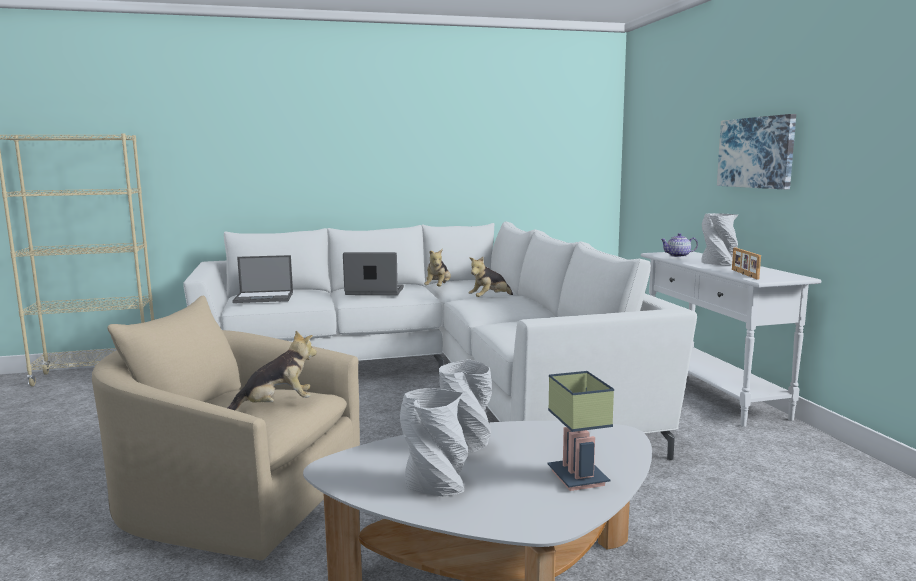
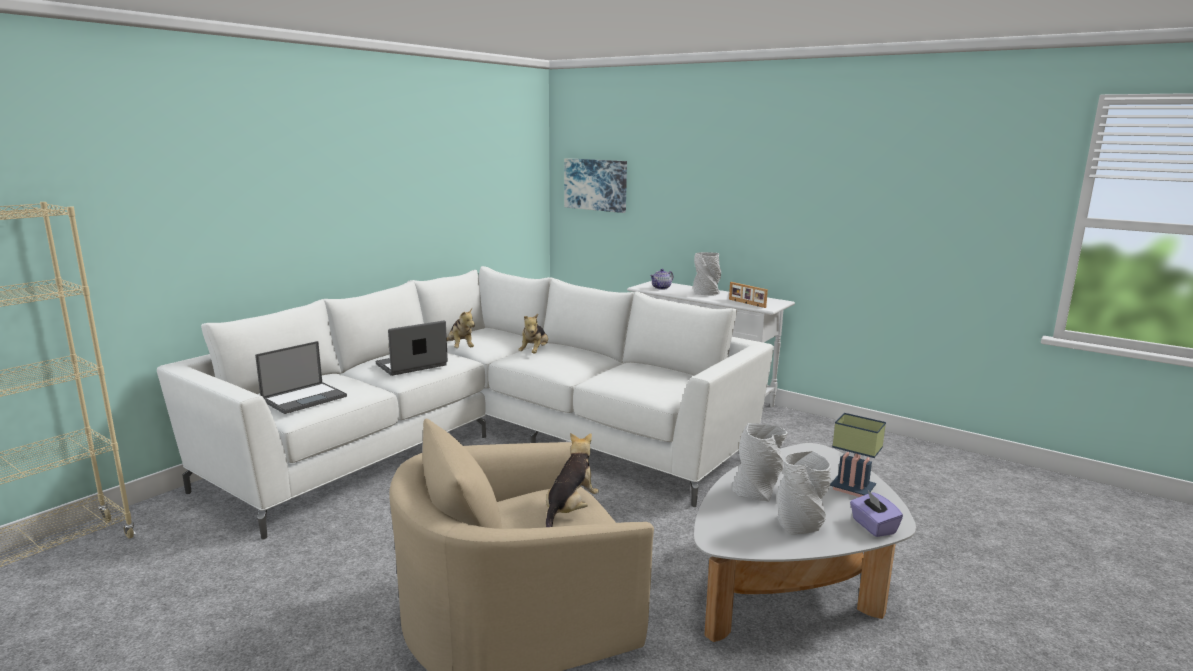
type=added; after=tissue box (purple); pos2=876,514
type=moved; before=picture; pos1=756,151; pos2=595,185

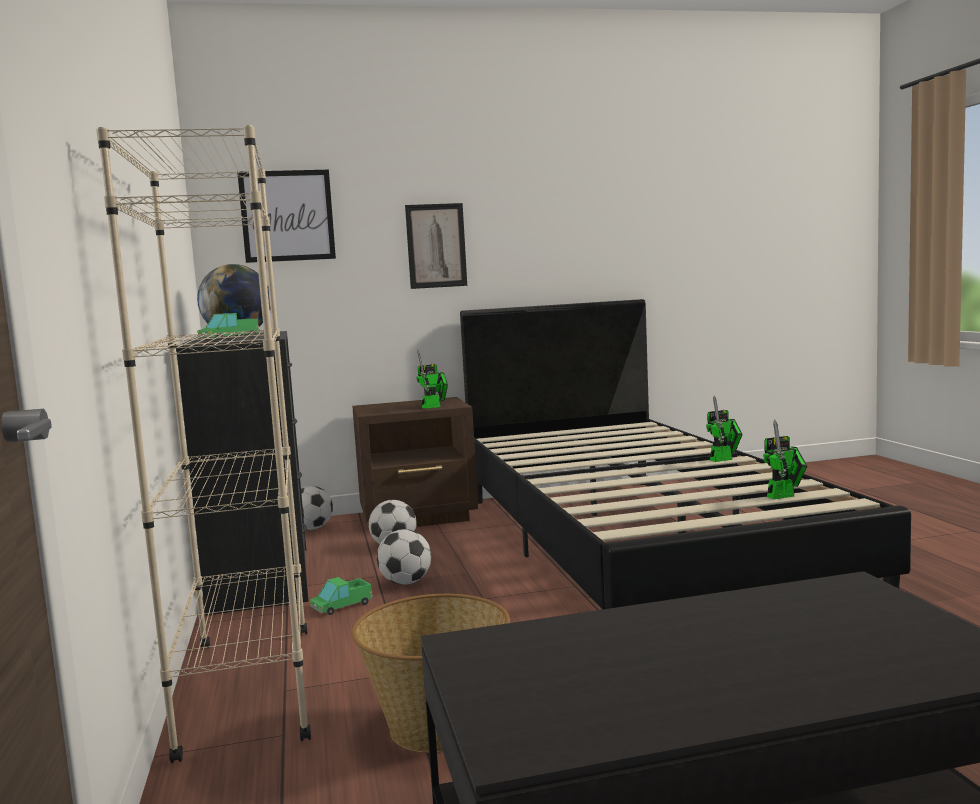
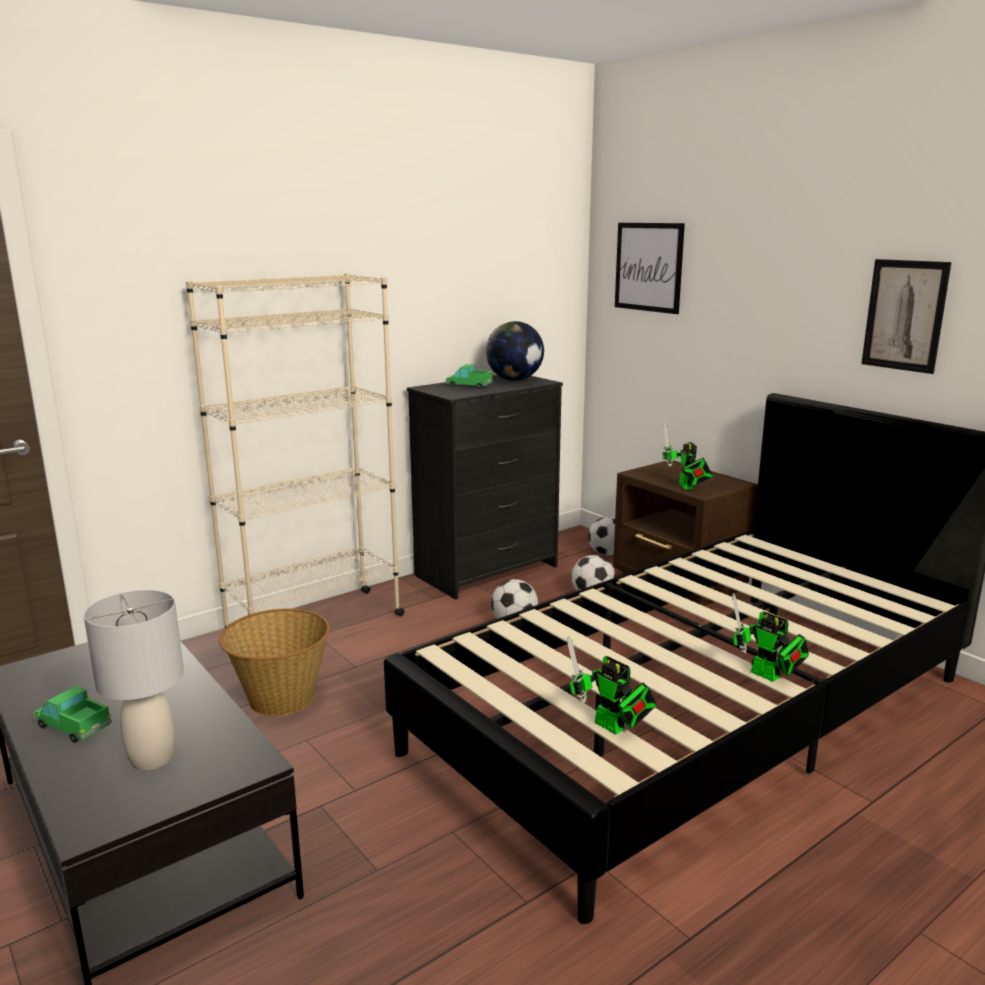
type=added; after=table lamp (grey); pos2=134,680
type=moved; before=toy truck; pos1=341,596; pos2=72,714
type=moved; before=picture; pos1=436,246; pos2=906,316
type=turned; before=toy robot; pos1=432,379; pos2=687,455; turn=45

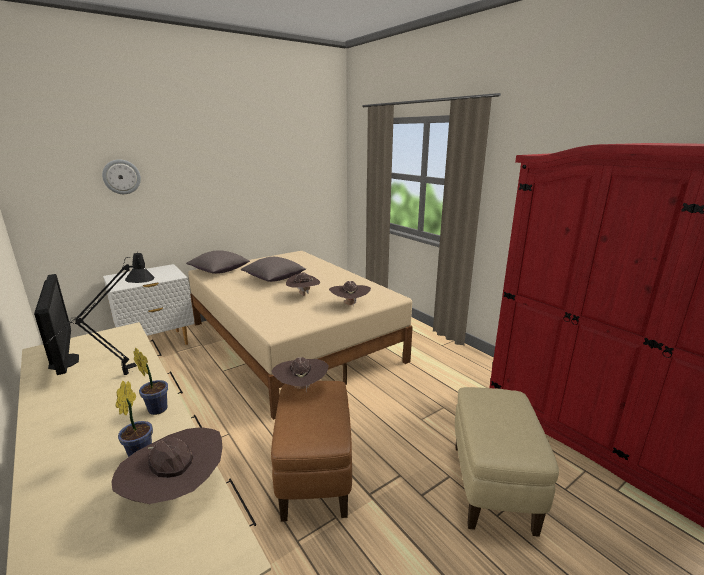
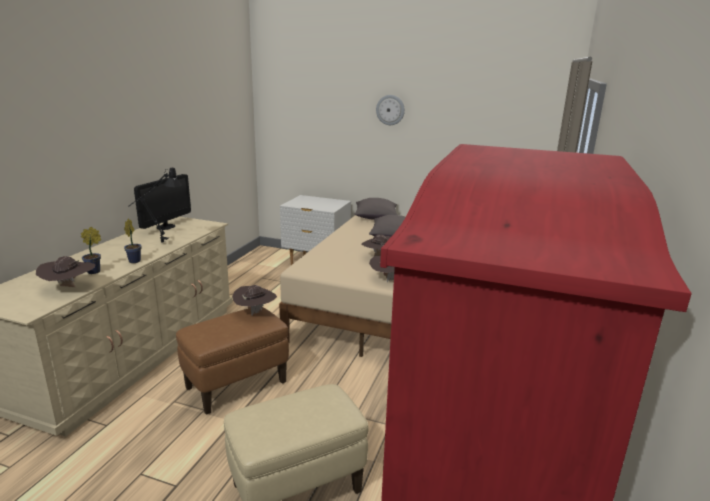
type=moved; before=wall clock; pos1=121,176; pos2=390,110

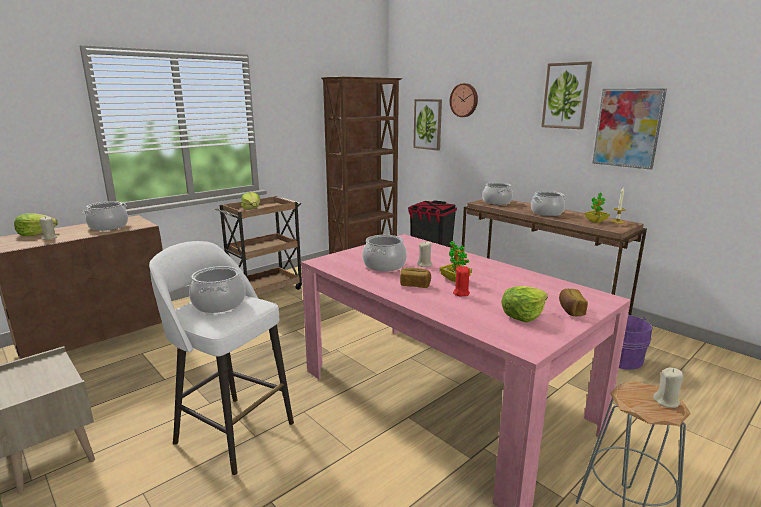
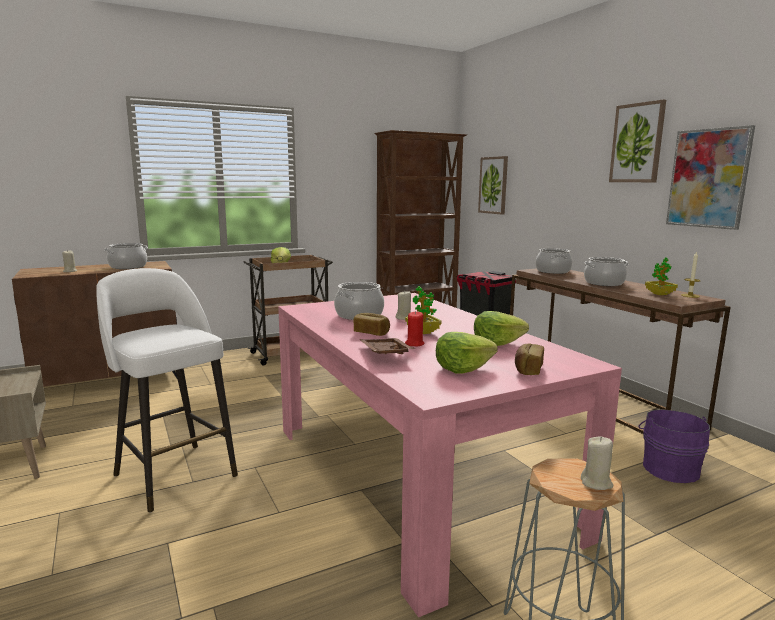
type=removed; before=cooking pot; pos1=217,289
type=removed; before=wall clock; pos1=464,100
type=added; after=tray (brown); pos2=387,346
type=moved; before=lettuce; pos1=36,224; pos2=501,328

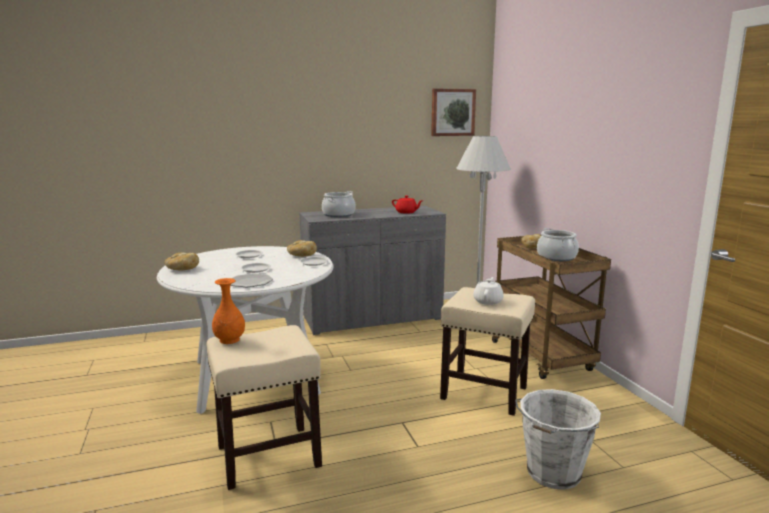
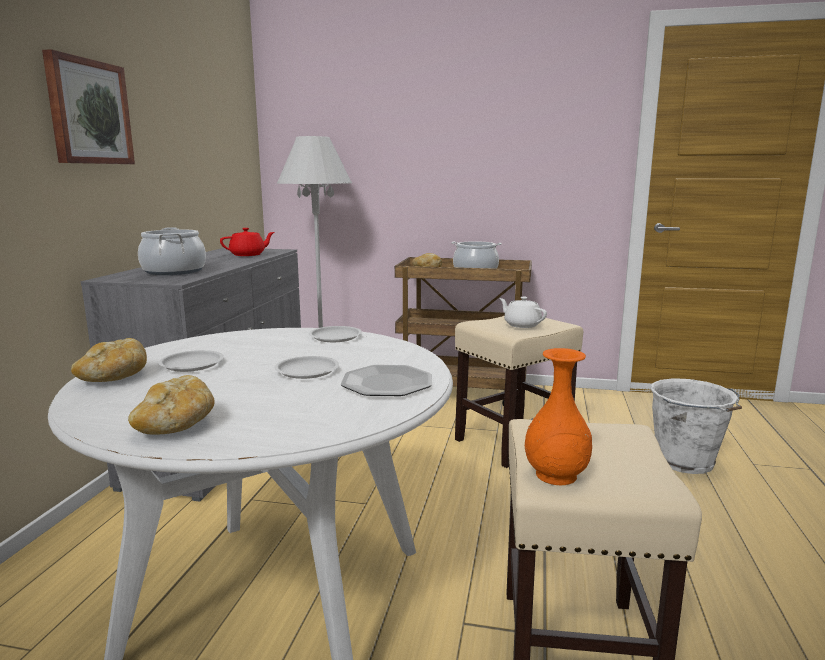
type=moved; before=bread; pos1=302,248; pos2=109,360
type=moved; before=picture; pos1=453,112; pos2=88,106

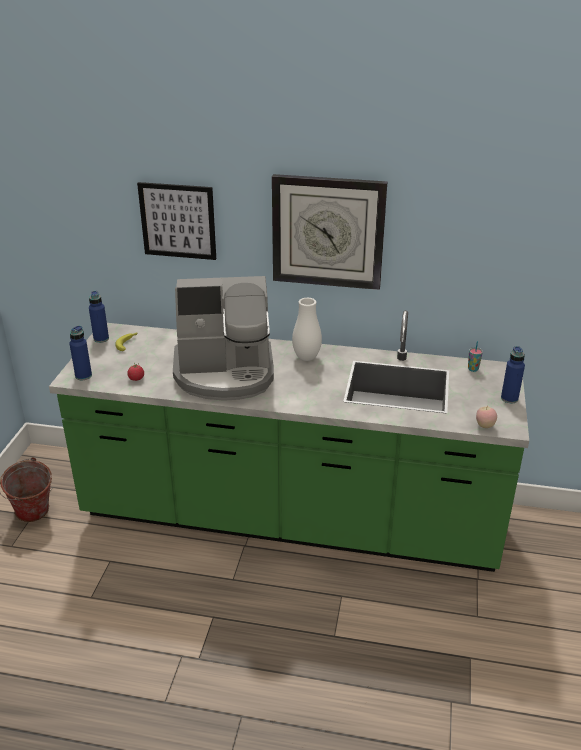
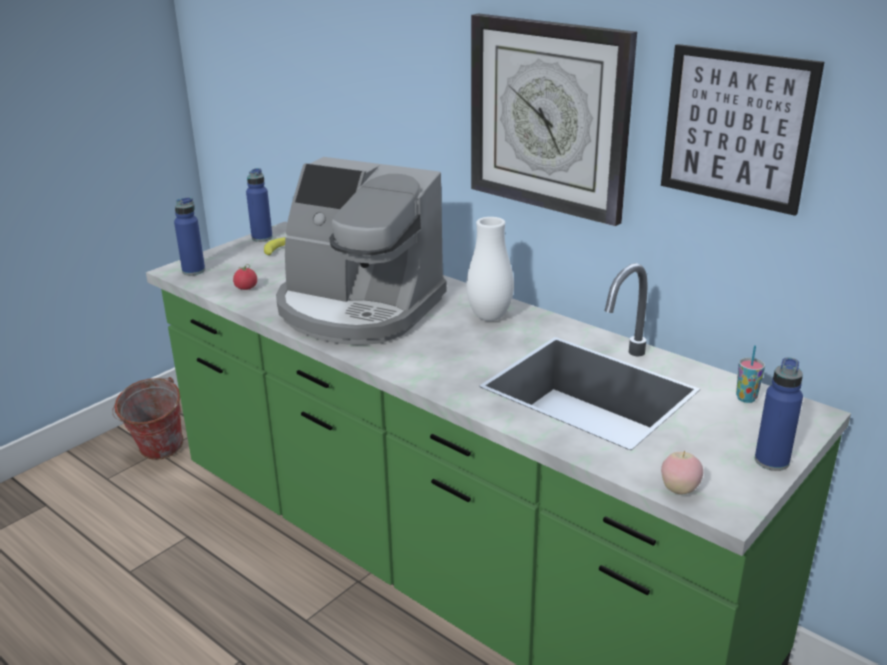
type=moved; before=picture; pos1=176,221; pos2=742,130

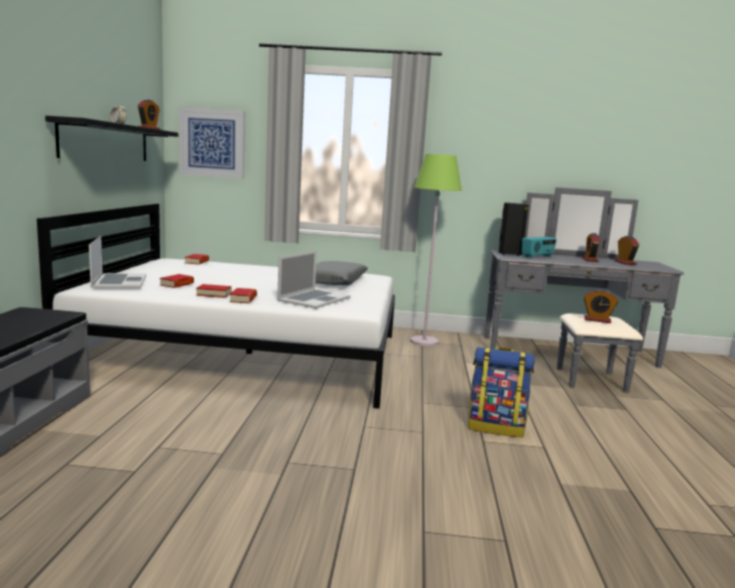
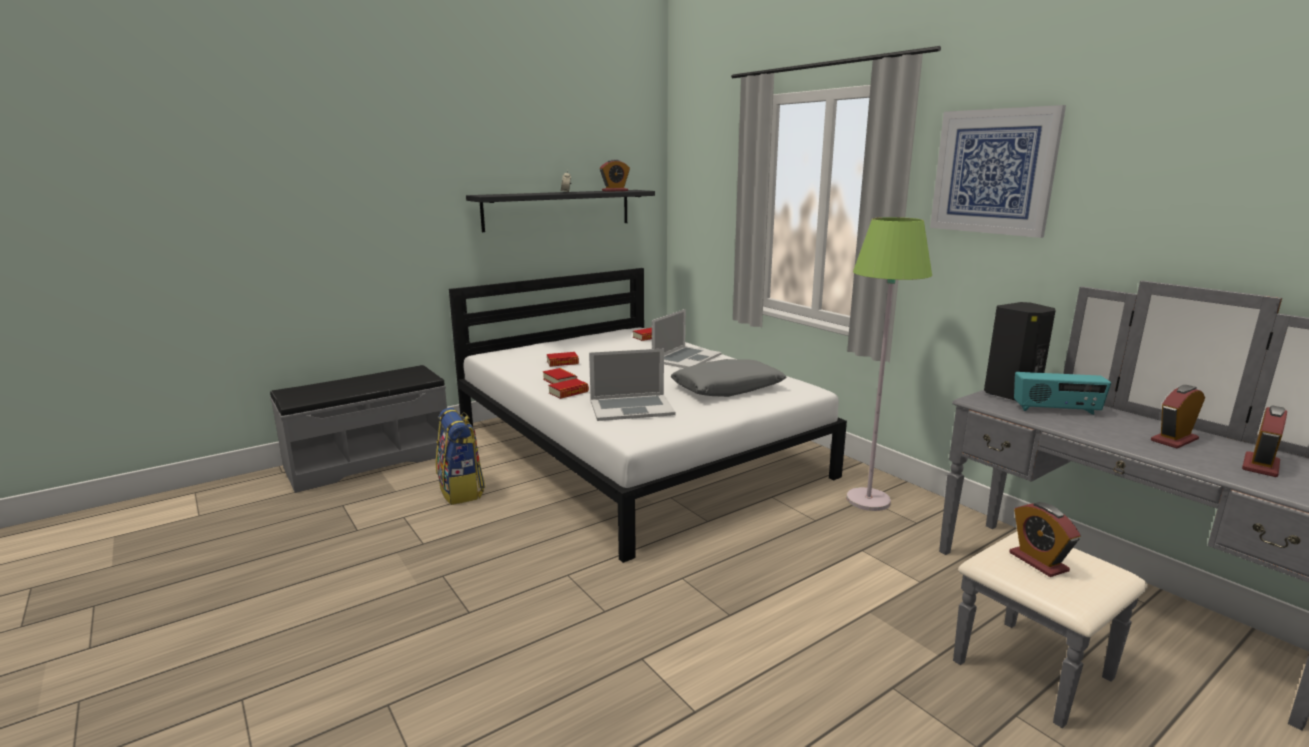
type=moved; before=laptop; pos1=117,262; pos2=687,338
type=moved; before=picture; pos1=212,143; pos2=998,171
type=moved; before=backpack; pos1=501,392; pos2=460,456

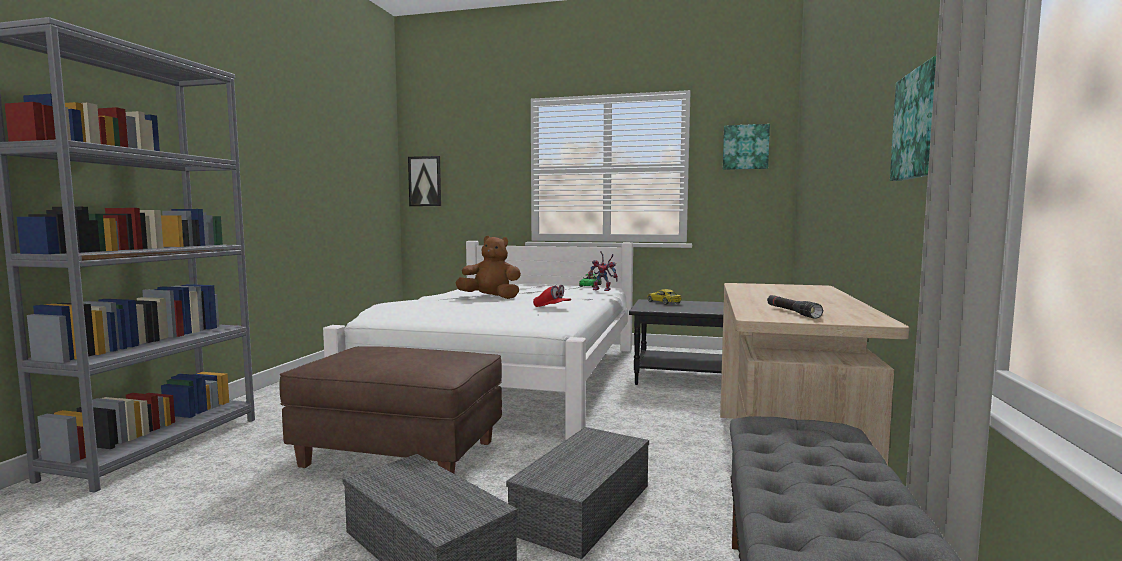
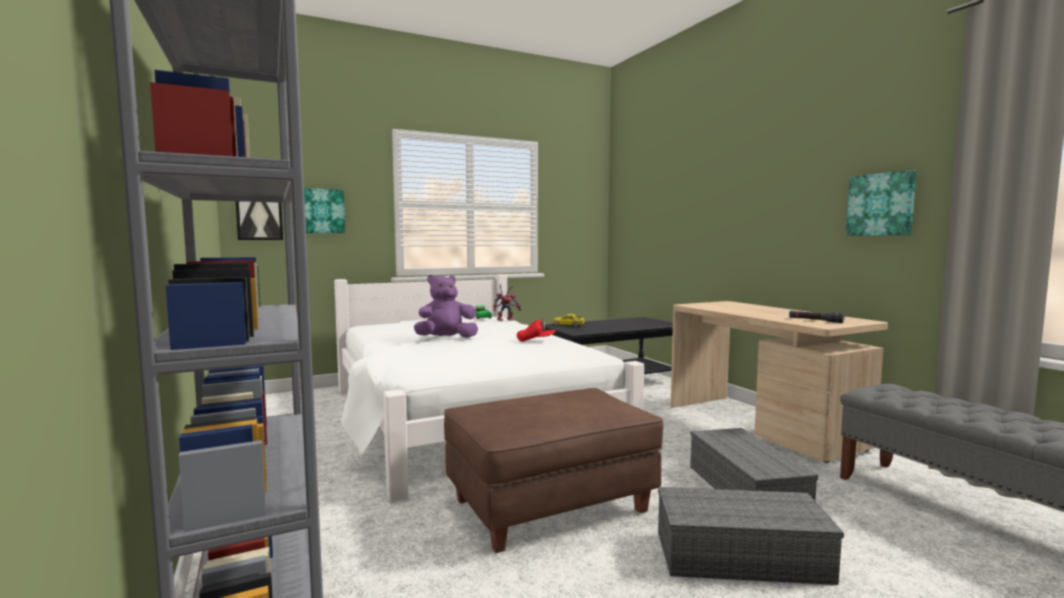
type=moved; before=picture; pos1=746,147; pos2=324,210
type=recoloured; before=plush toy (brown); after=plush toy (purple); pos1=488,267; pos2=446,306

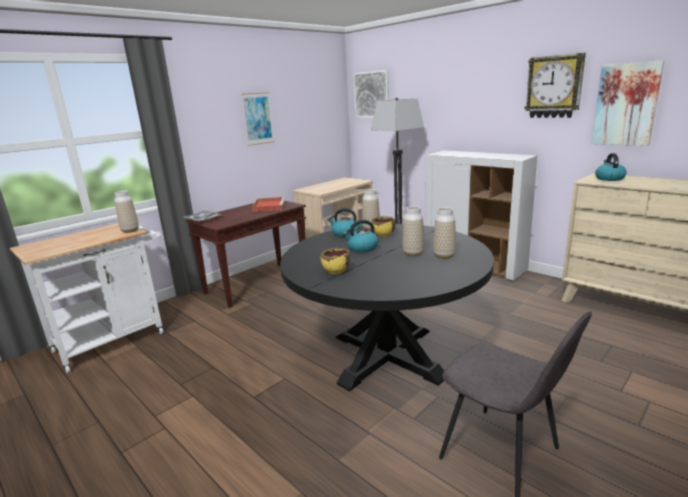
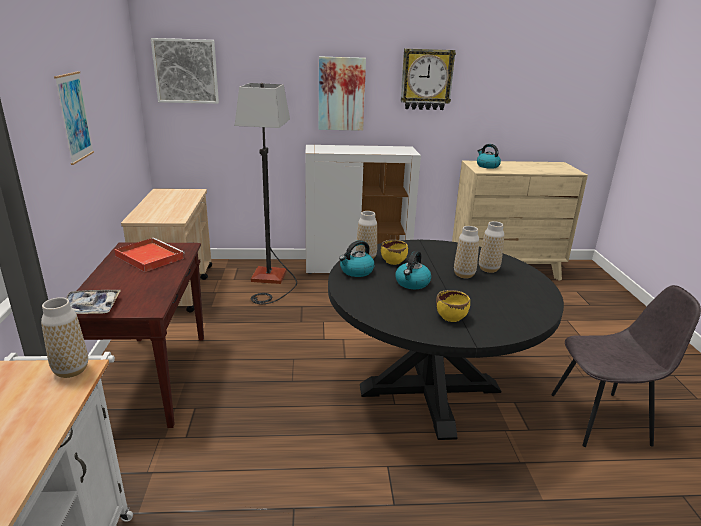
type=moved; before=picture; pos1=628,103; pos2=342,93

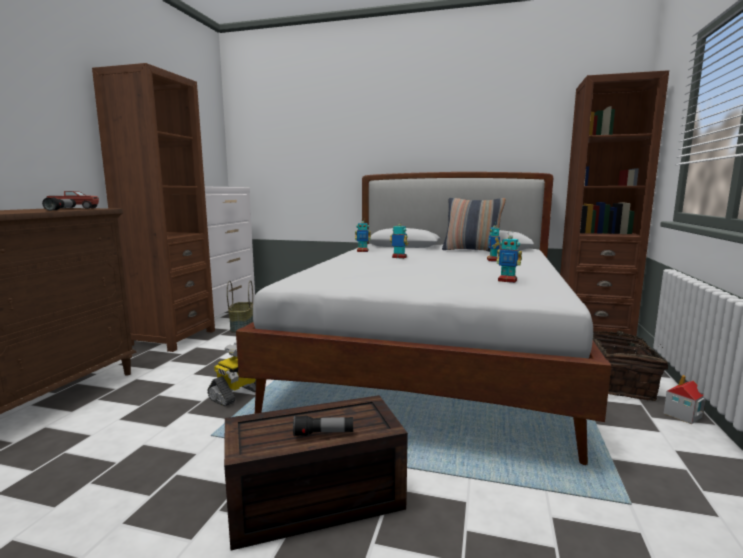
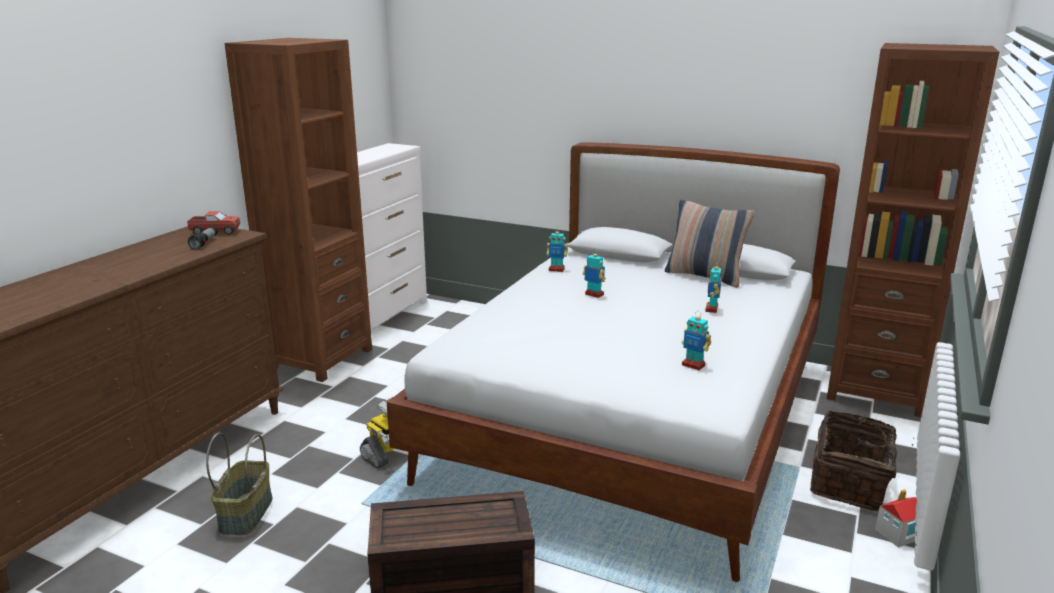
type=removed; before=flashlight; pos1=323,426
type=moved; before=basket; pos1=240,306; pos2=239,484

